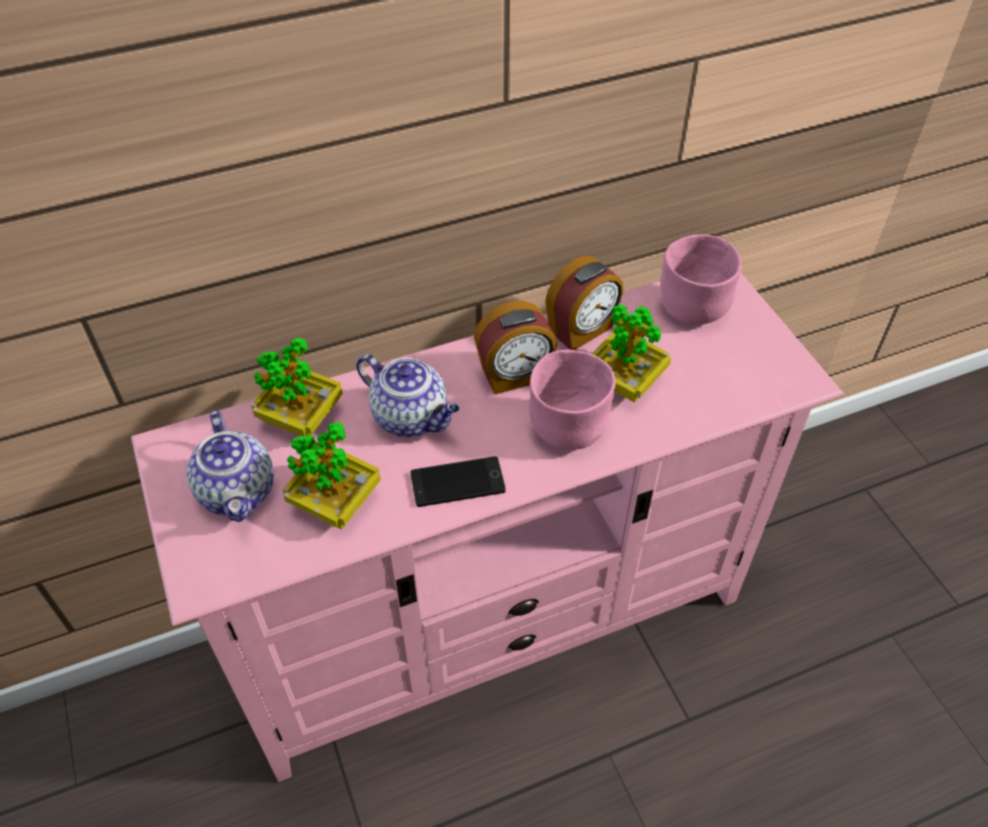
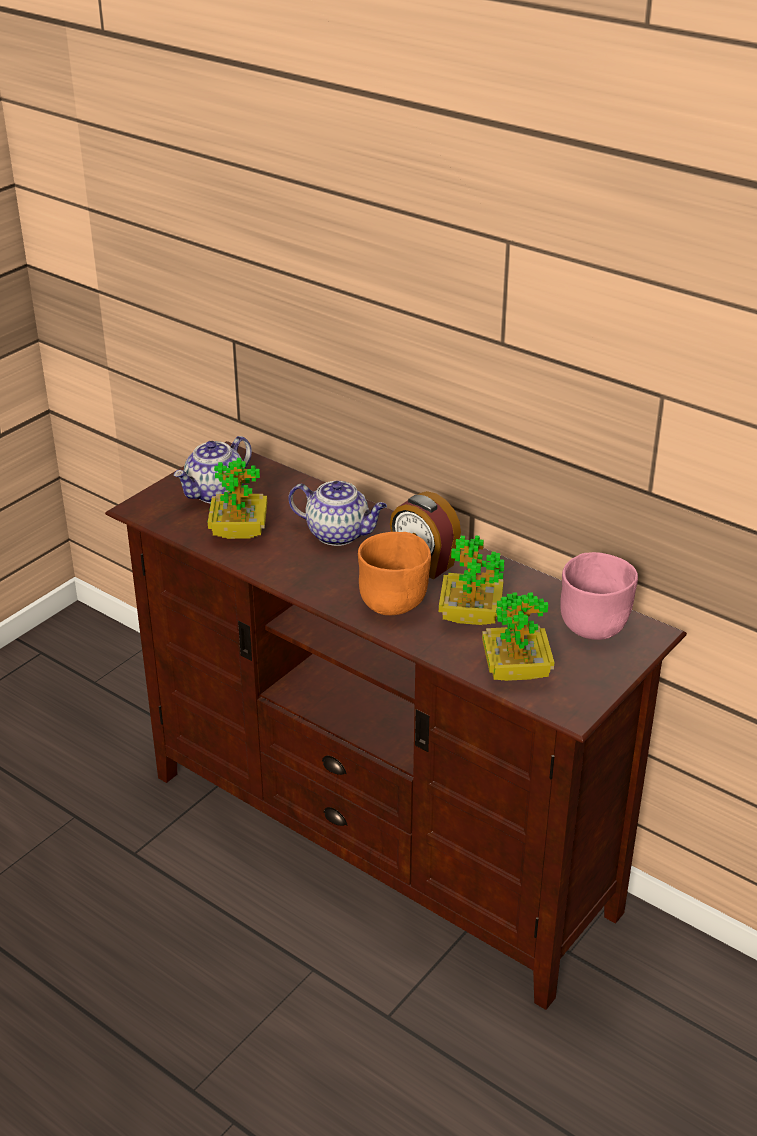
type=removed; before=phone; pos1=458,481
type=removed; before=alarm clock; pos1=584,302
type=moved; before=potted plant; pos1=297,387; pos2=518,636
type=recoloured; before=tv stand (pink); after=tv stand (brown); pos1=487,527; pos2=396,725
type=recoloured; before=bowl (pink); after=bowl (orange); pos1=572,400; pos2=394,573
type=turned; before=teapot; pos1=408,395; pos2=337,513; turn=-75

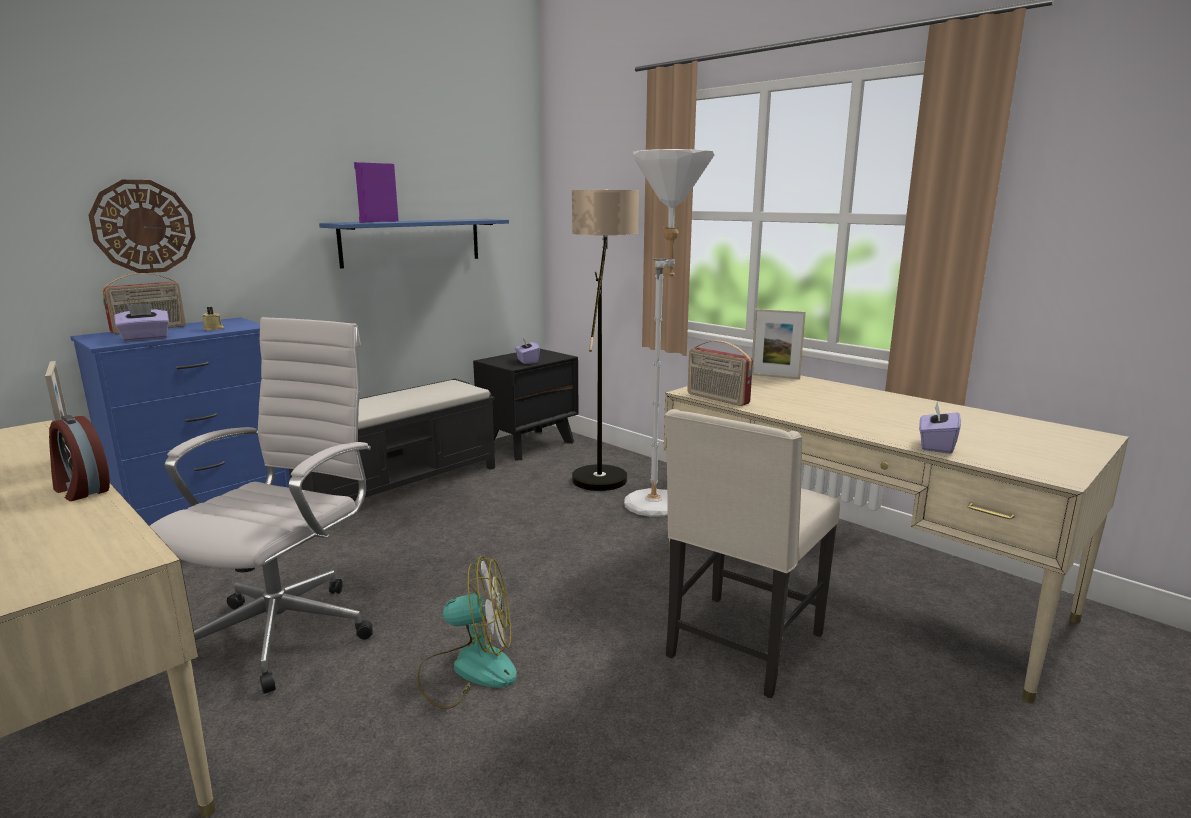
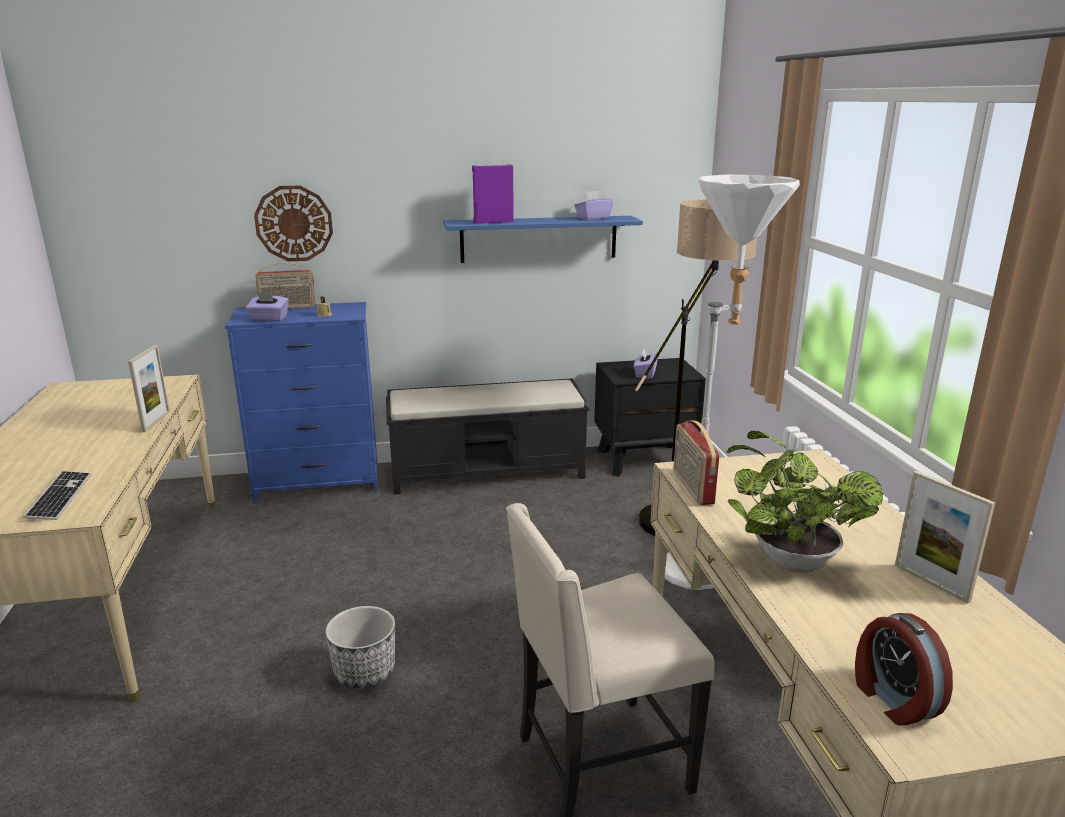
type=removed; before=office chair (white); pos1=261,505
type=added; after=keyboard; pos2=57,496
type=added; after=potted plant; pos2=805,502
type=moved; before=alarm clock; pos1=79,458; pos2=904,669
type=moved; before=picture frame; pos1=779,344; pos2=945,537
type=moved; before=tissue box (purple); pos1=940,428; pos2=593,205
type=replaced; before=fan; after=planter; pos1=467,632; pos2=360,647

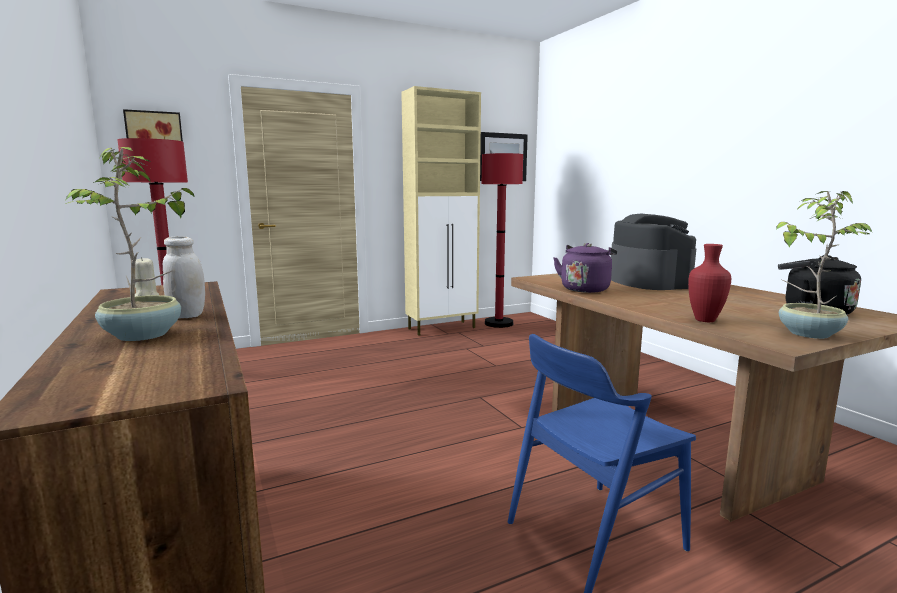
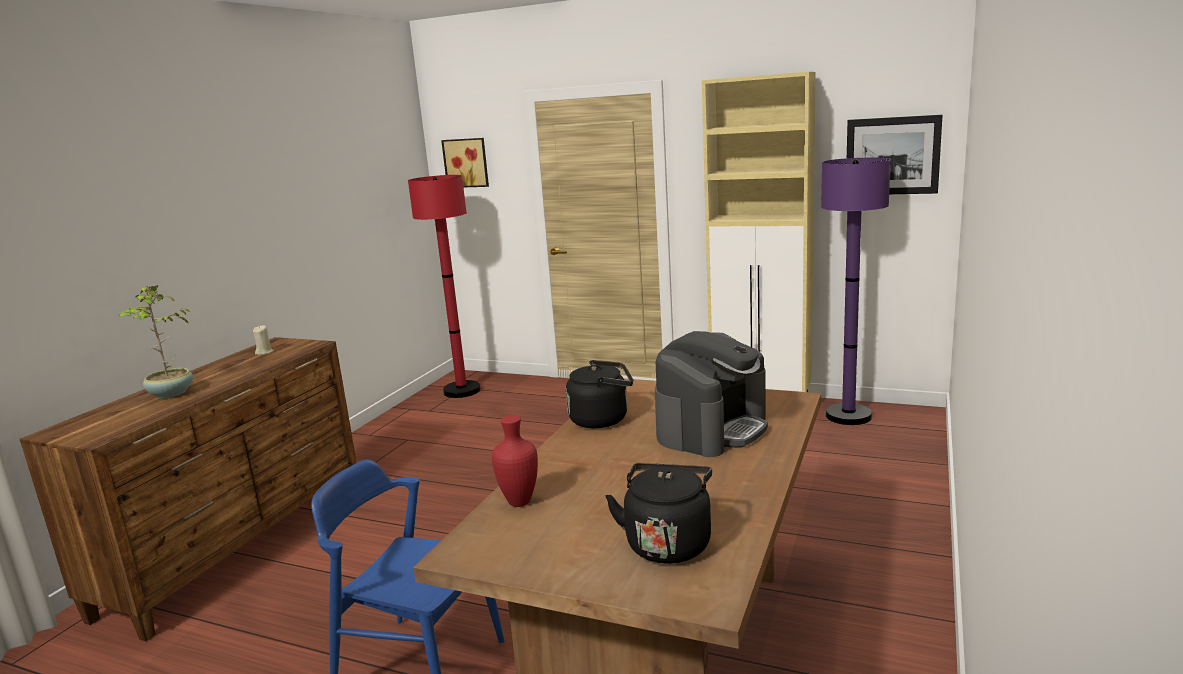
type=removed; before=jar (white); pos1=184,277
type=removed; before=potted plant; pos1=824,265
type=recoloured; before=floor lamp (red); after=floor lamp (purple); pos1=502,240; pos2=856,291
type=recoloured; before=kettle (purple); after=kettle (black); pos1=585,268; pos2=599,394

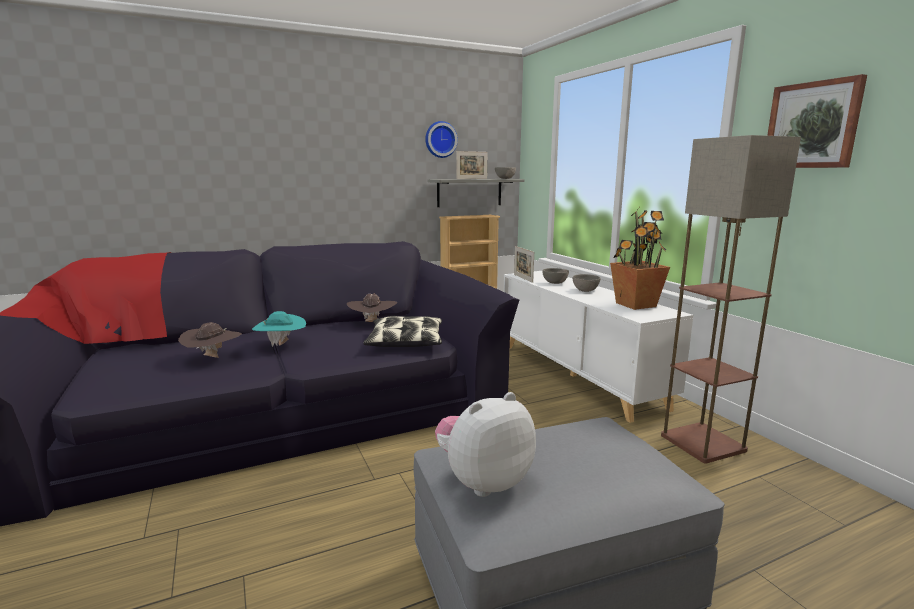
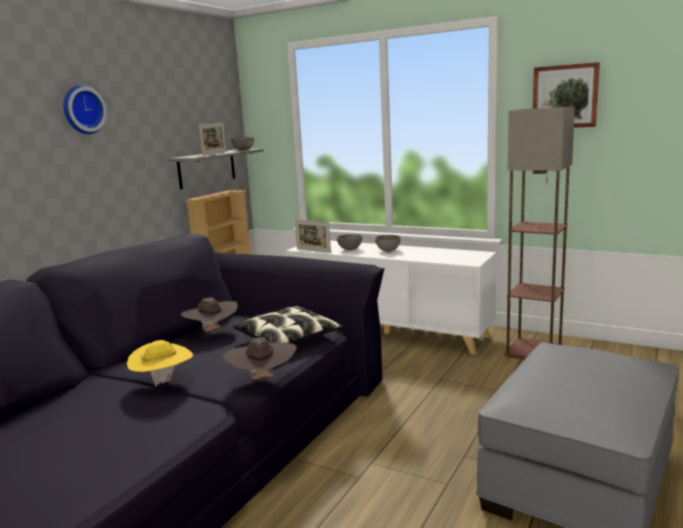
type=removed; before=plush toy; pos1=485,444
type=removed; before=potted plant; pos1=640,258
type=moved; before=hat (brown); pos1=210,340; pos2=260,358
type=moved; before=wall clock; pos1=441,139; pos2=85,109
type=recoloured; before=hat (turquoise); after=hat (yellow); pos1=279,329; pos2=160,363

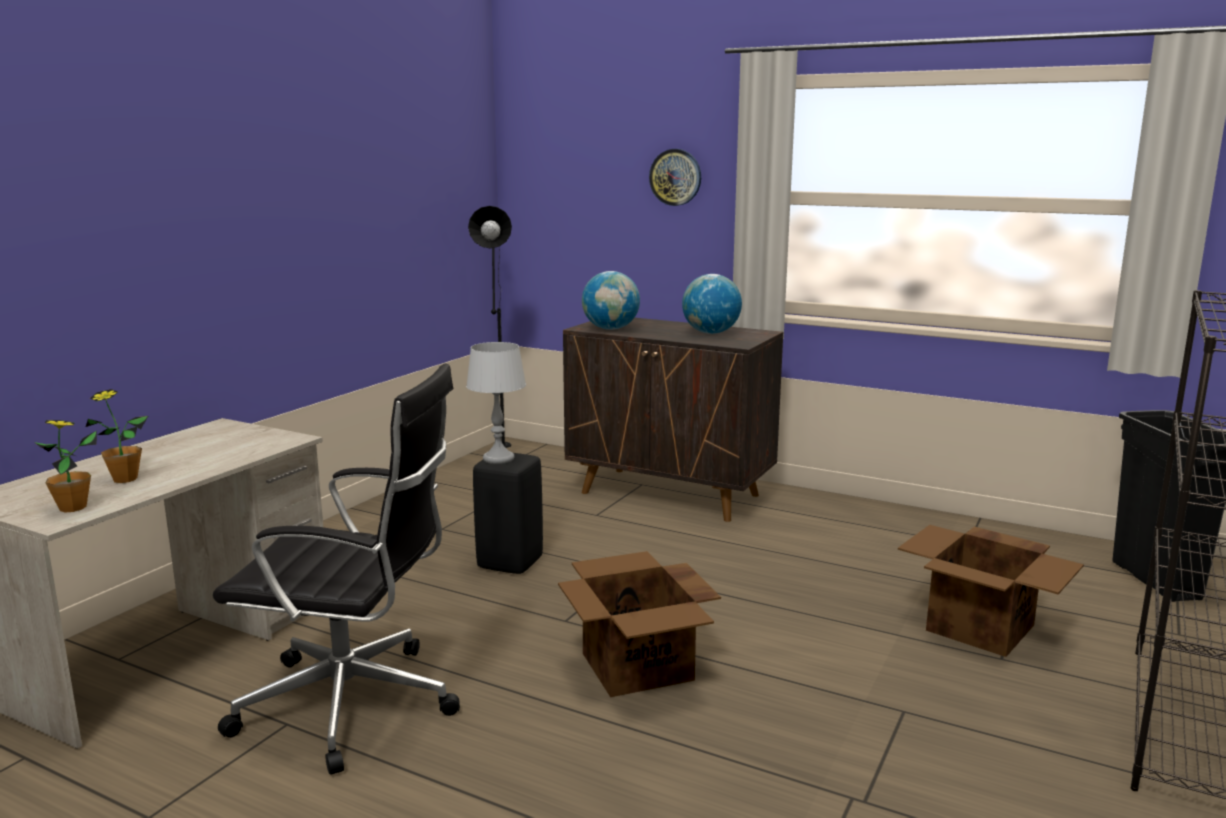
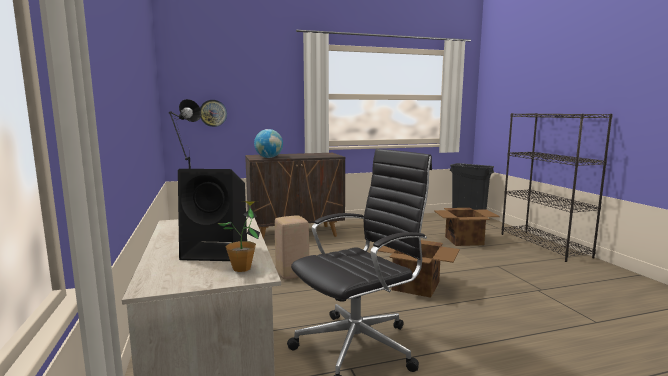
type=removed; before=table lamp (grey); pos1=496,403
type=removed; before=globe; pos1=712,304
type=moved; before=wall clock; pos1=675,177; pos2=213,113
type=replaced; before=potted plant; after=speaker (black); pos1=117,436; pos2=212,215
type=recoloured; before=stool (black); after=stool (beige); pos1=508,513; pos2=292,247

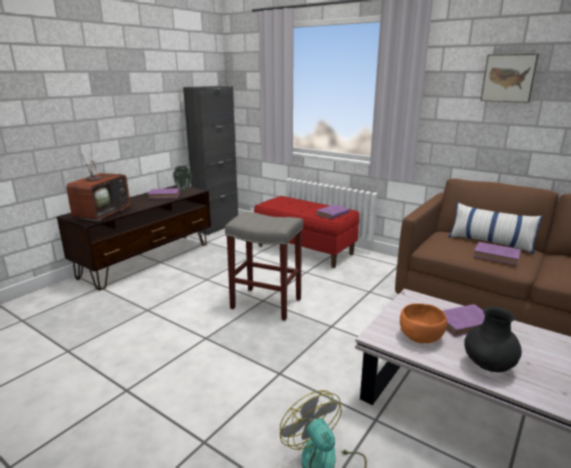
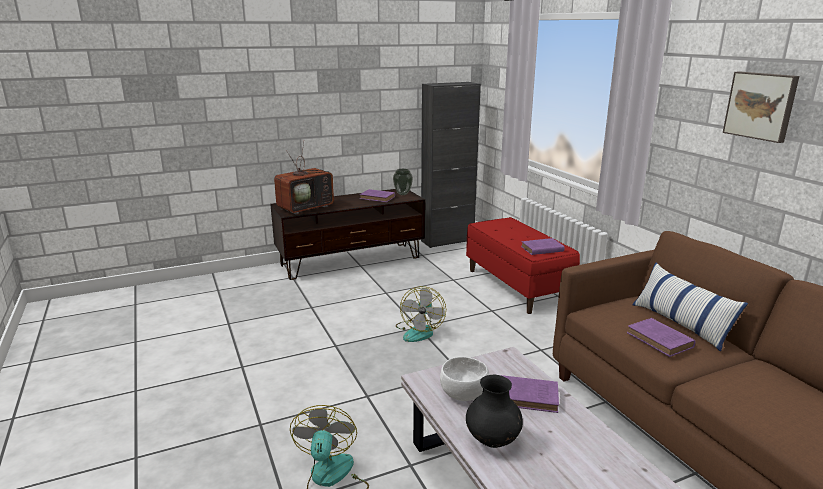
type=replaced; before=stool (grey); after=fan; pos1=264,266; pos2=421,314
type=recoloured; before=bowl (orange); after=bowl (white); pos1=423,323; pos2=465,379

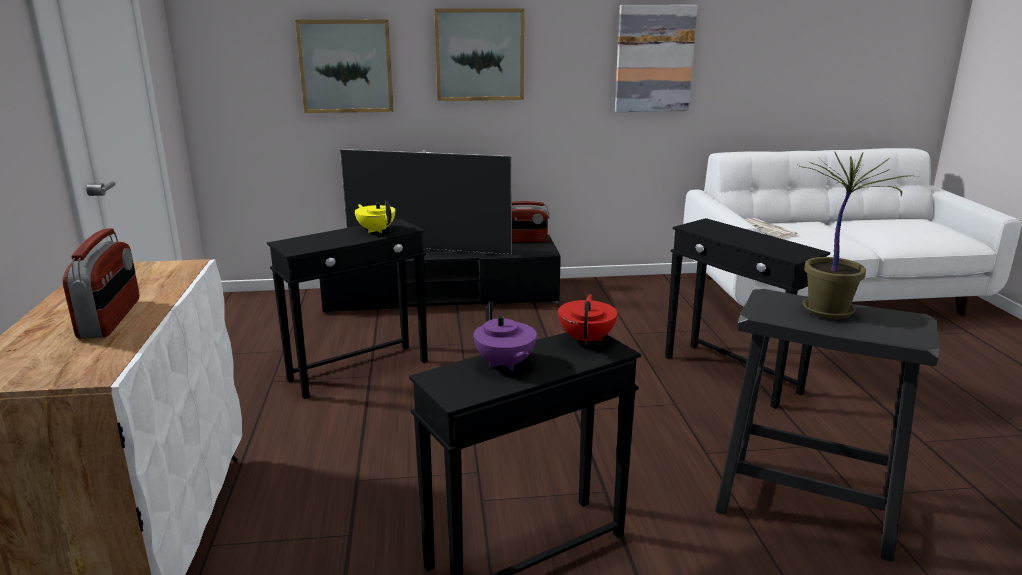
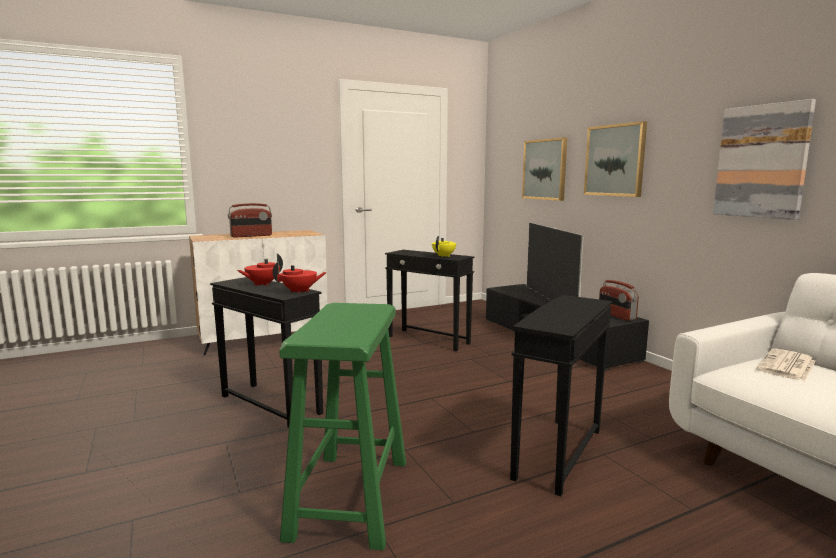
type=removed; before=potted plant; pos1=857,235
type=recoloured; before=teapot (purple); after=teapot (red); pos1=505,336; pos2=260,270
type=recoloured; before=stool (black); after=stool (green); pos1=827,425; pos2=342,426

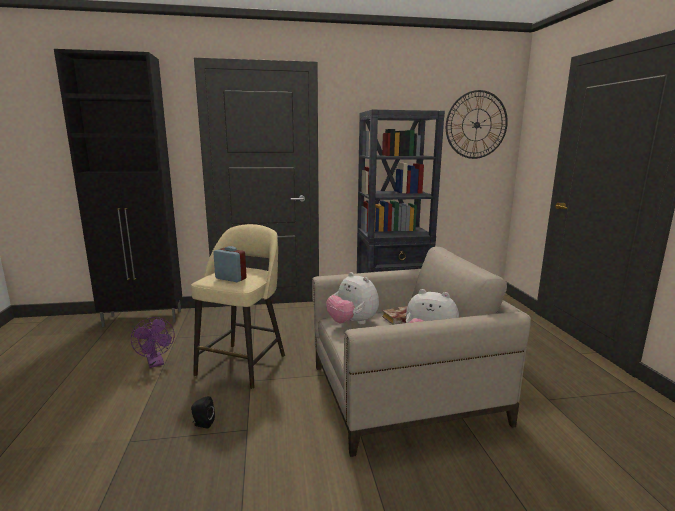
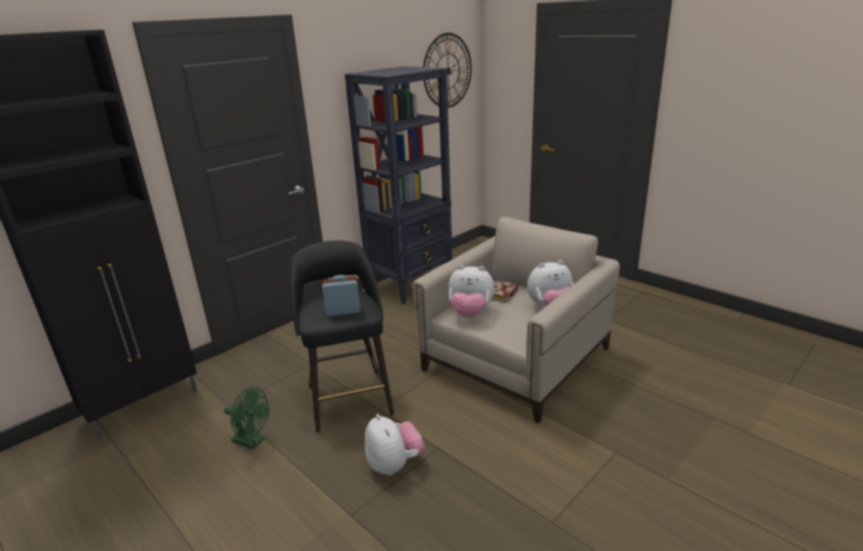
type=replaced; before=speaker (black); after=plush toy; pos1=203,412; pos2=395,445
type=recoloured; before=fan (purple); after=fan (green); pos1=153,342; pos2=246,418
type=recoloured; before=stool (beige); after=stool (black); pos1=238,306; pos2=341,336

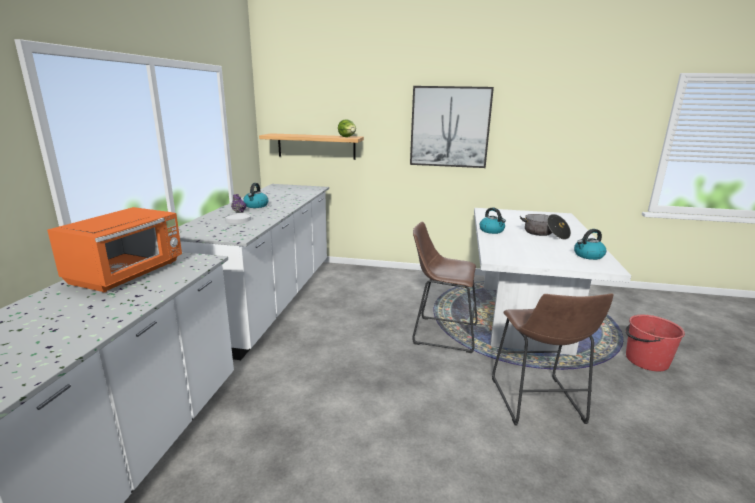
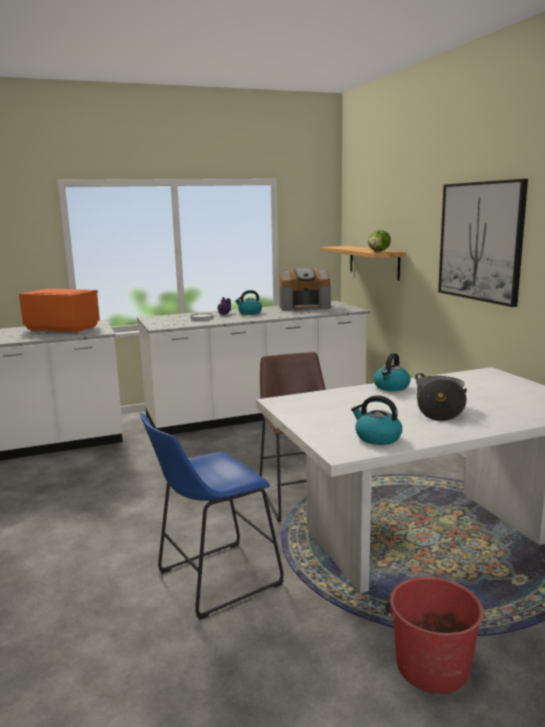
type=added; after=coffee machine; pos2=305,289
type=recoloured; before=stool (brown); after=stool (blue); pos1=553,359; pos2=212,516
type=turned; before=microwave (orange); pos1=114,250; pos2=59,311; turn=-150

